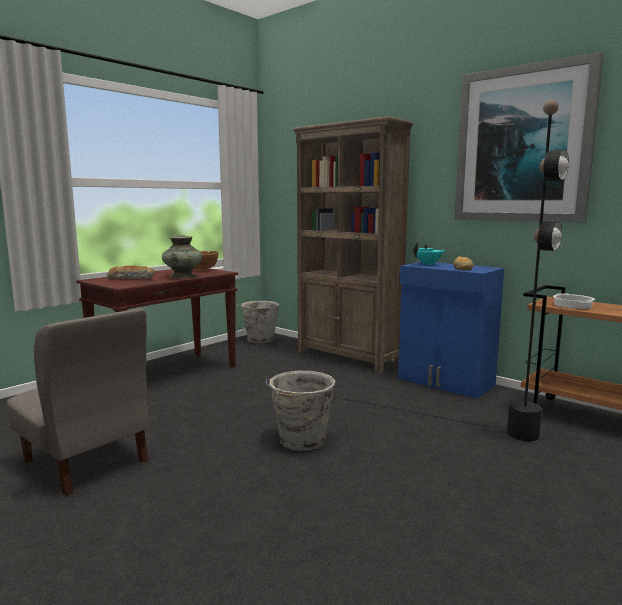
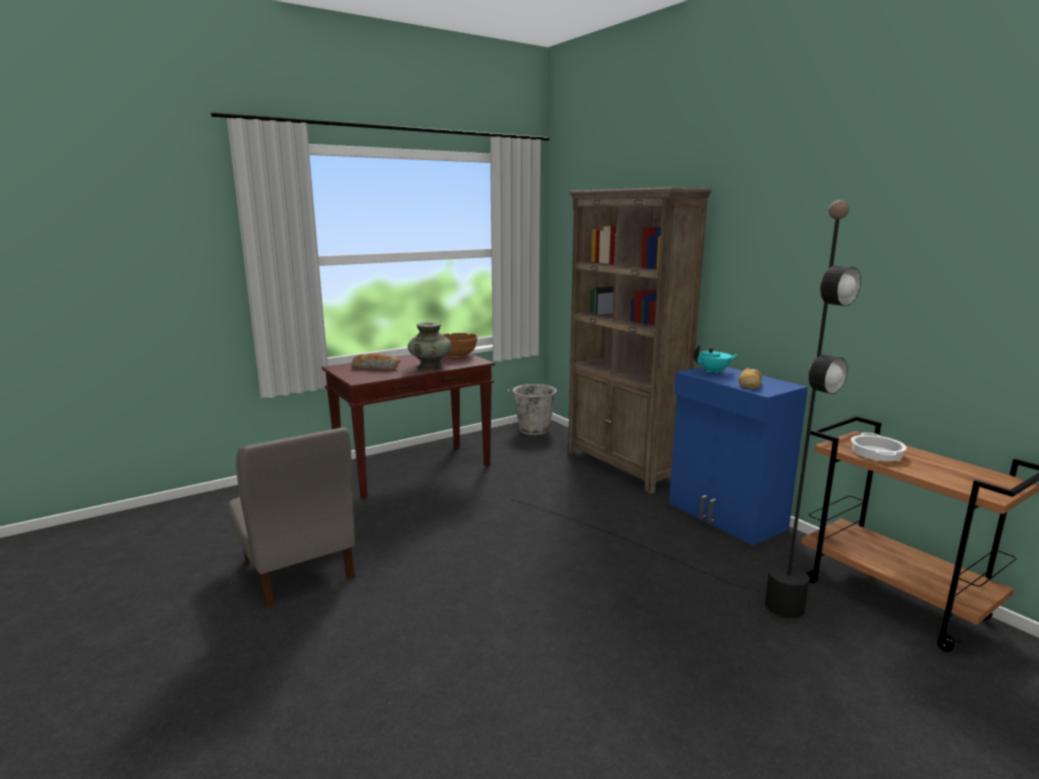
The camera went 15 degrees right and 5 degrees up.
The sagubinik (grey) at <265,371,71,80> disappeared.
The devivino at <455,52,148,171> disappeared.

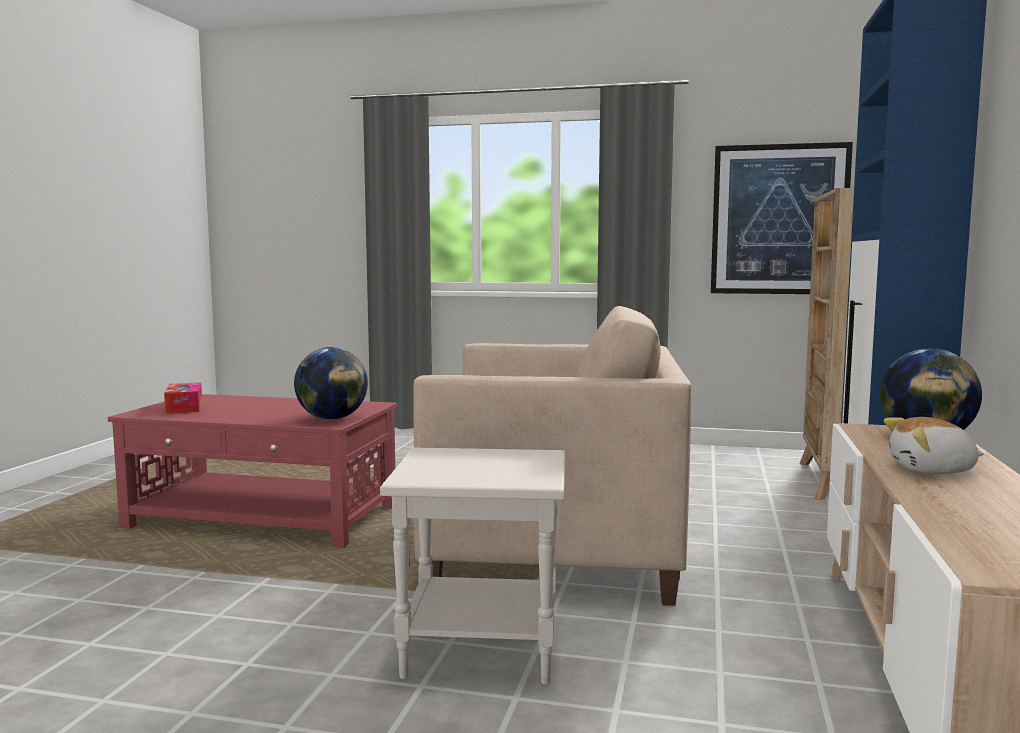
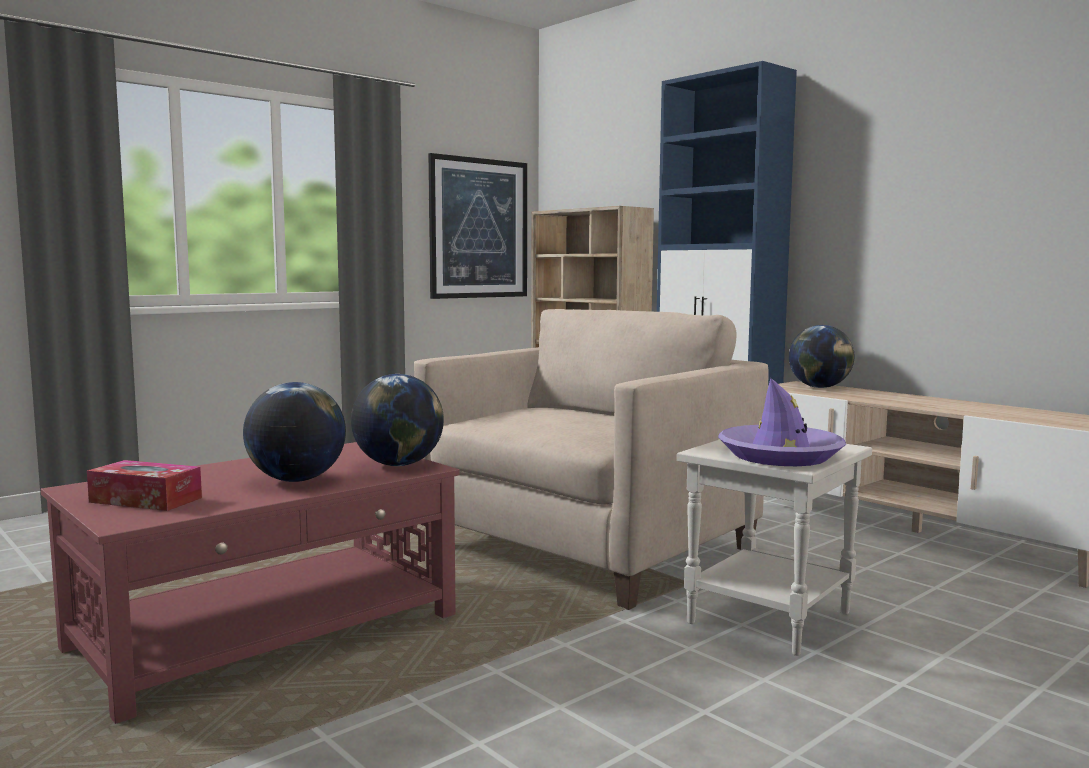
The camera went 55 degrees left and 0 degrees up.
The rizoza at <243,382,103,100> appeared.
The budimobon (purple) at <718,378,128,88> appeared.
The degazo at <884,417,100,57> disappeared.

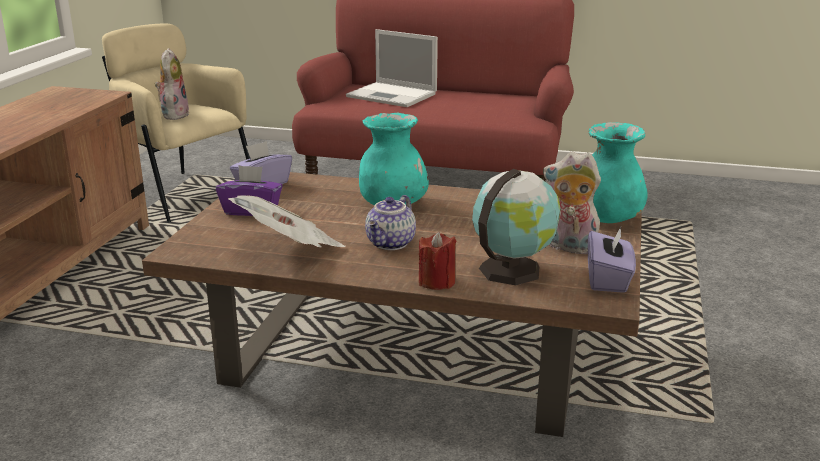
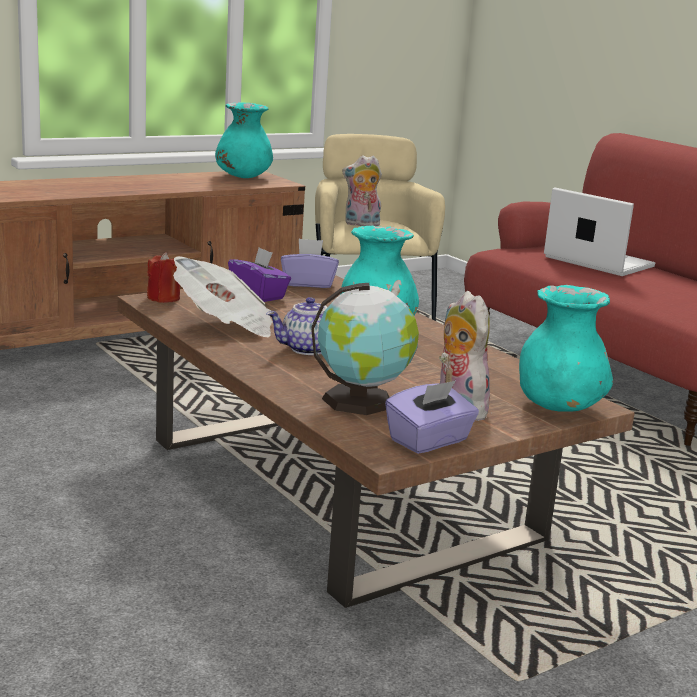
The camera went 40 degrees right and 5 degrees down.
The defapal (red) moved from <419,232,38,58> to <147,252,33,51>.
The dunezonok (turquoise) at <215,102,58,76> appeared.
The degazo at <155,48,34,72> turned 135 degrees counterclockwise.
The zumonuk at <346,29,92,78> turned 150 degrees clockwise.

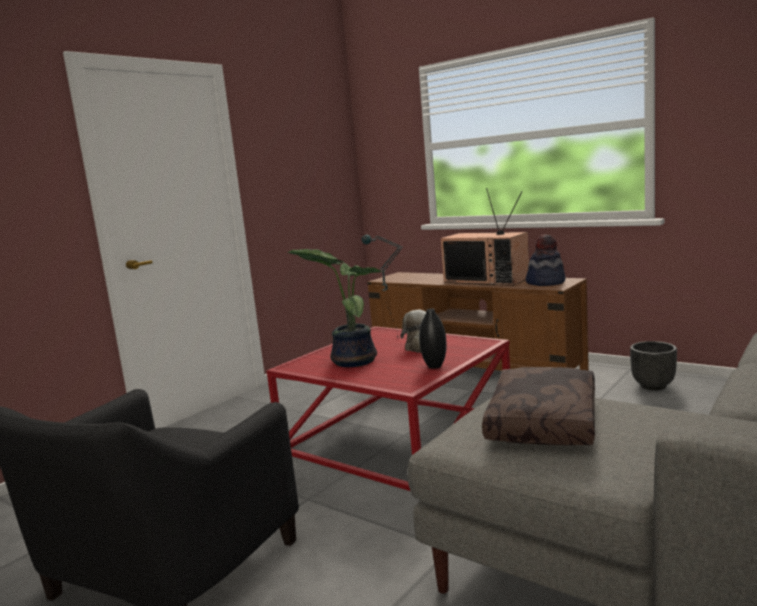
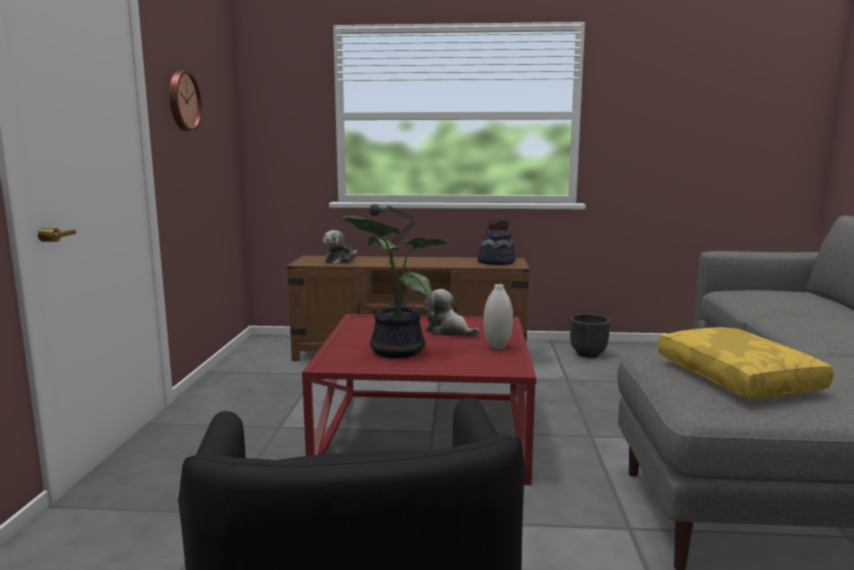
The camera went 35 degrees left and 0 degrees up.
The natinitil at <169,71,33,60> appeared.
The degazo at <323,230,35,34> appeared.
The dunezonok (black) at <419,309,28,60> became the dunezonok (white) at <484,284,29,65>.
The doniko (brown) at <482,367,113,79> became the doniko (yellow) at <658,327,176,71>.
The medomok at <441,188,88,98> disappeared.

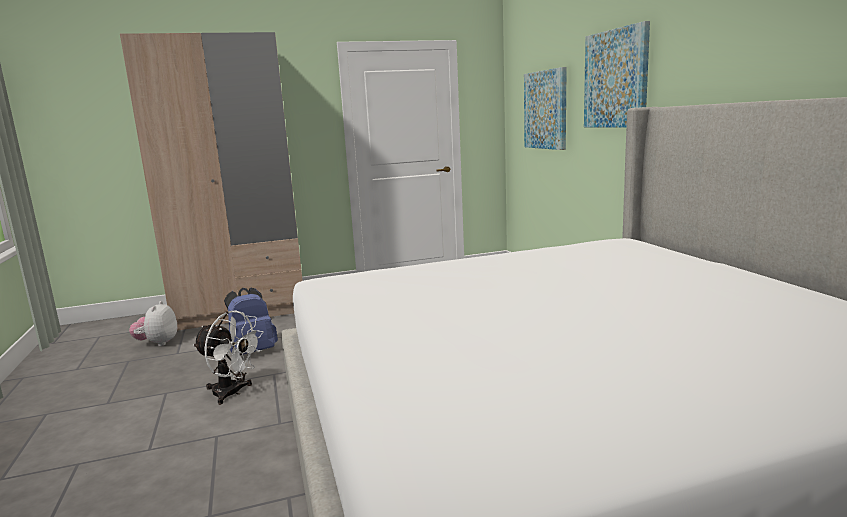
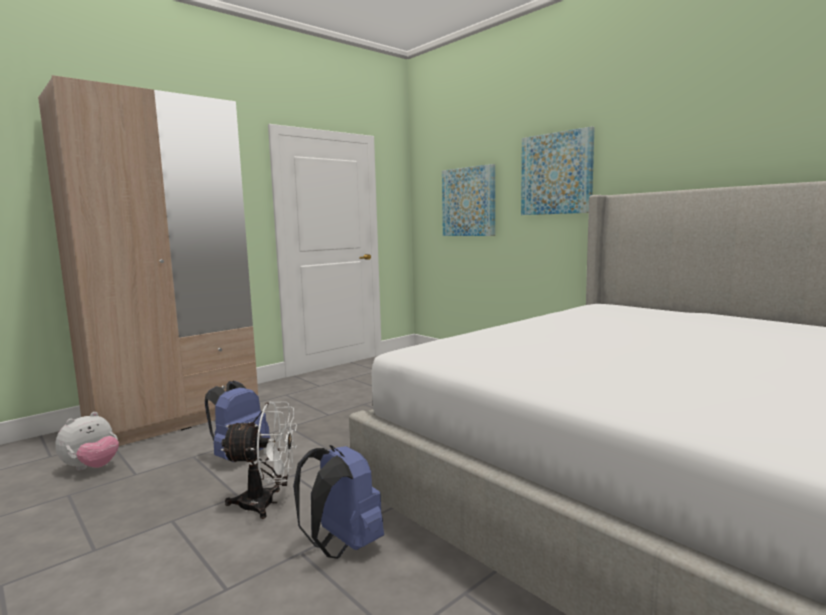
The camera went 25 degrees left and 5 degrees down.
The degazo at <129,301,48,45> turned 120 degrees counterclockwise.
The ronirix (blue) at <293,445,91,114> appeared.

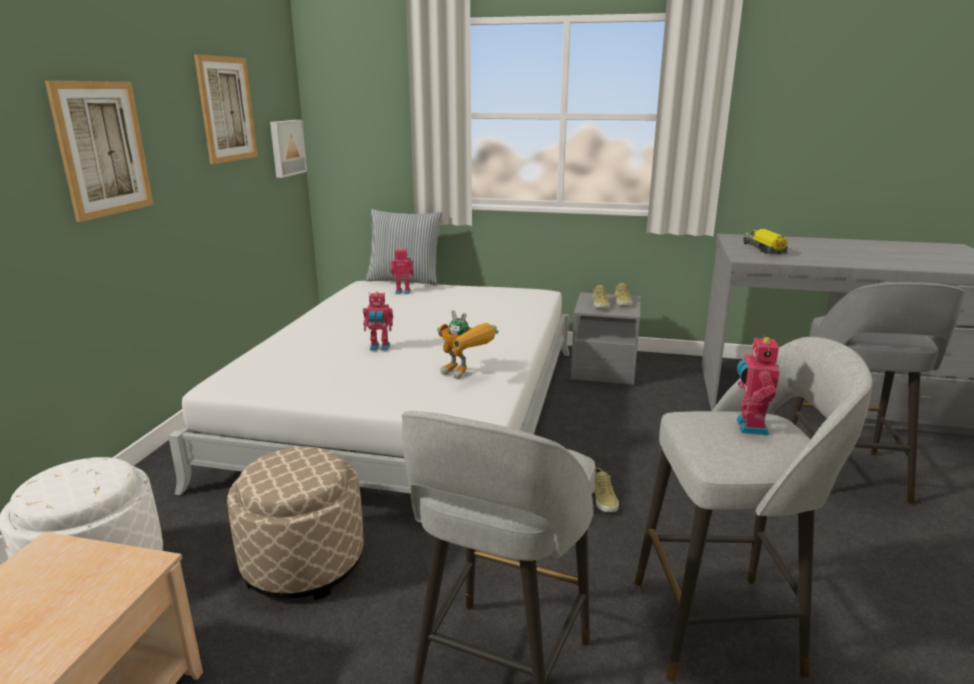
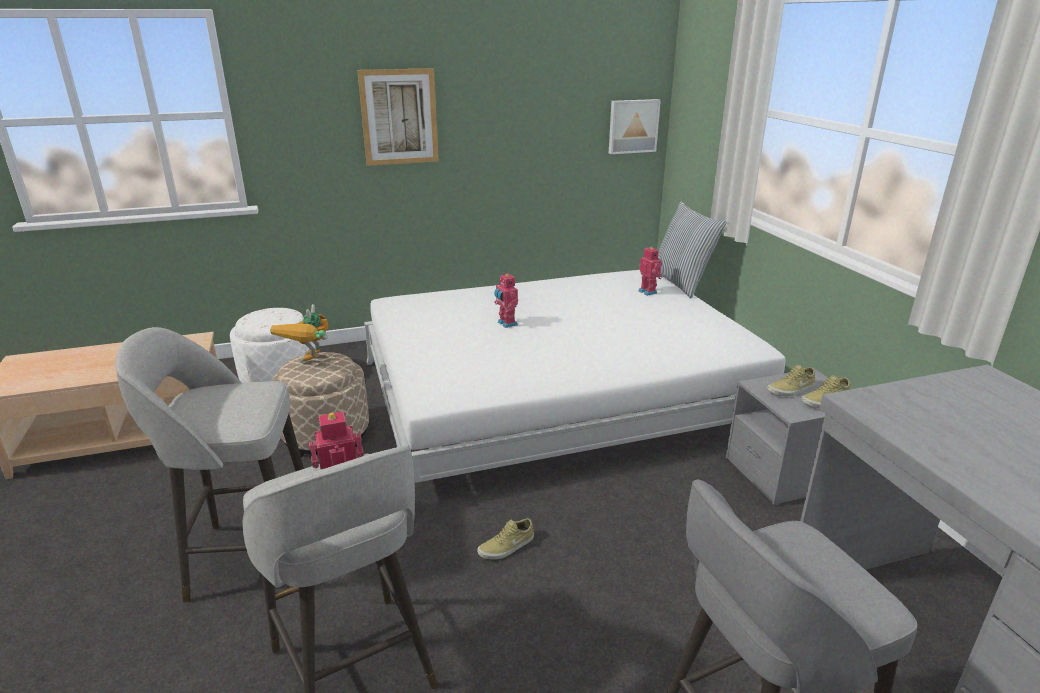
The camera went 60 degrees right and 5 degrees up.
The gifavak moved from <437,310,62,69> to <270,304,59,59>.
The devivino at <194,54,64,110> disappeared.
The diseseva at <743,229,45,25> disappeared.

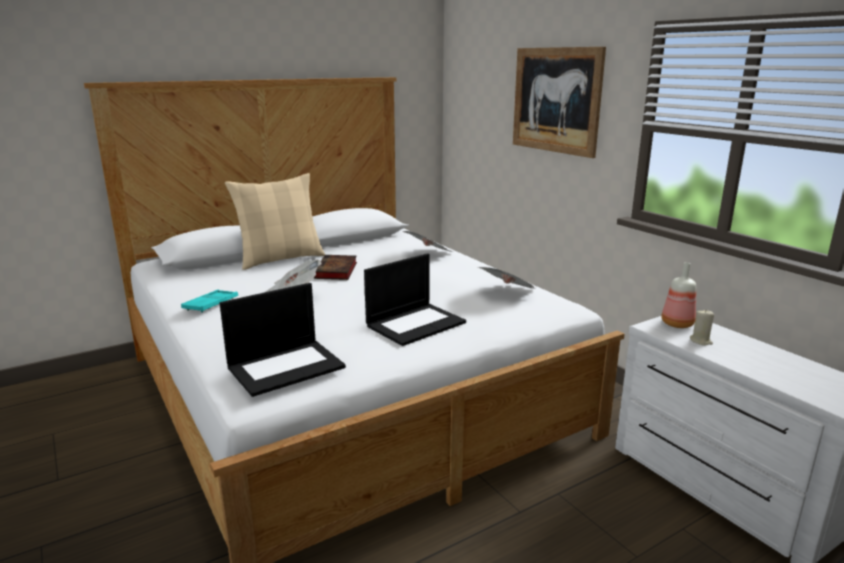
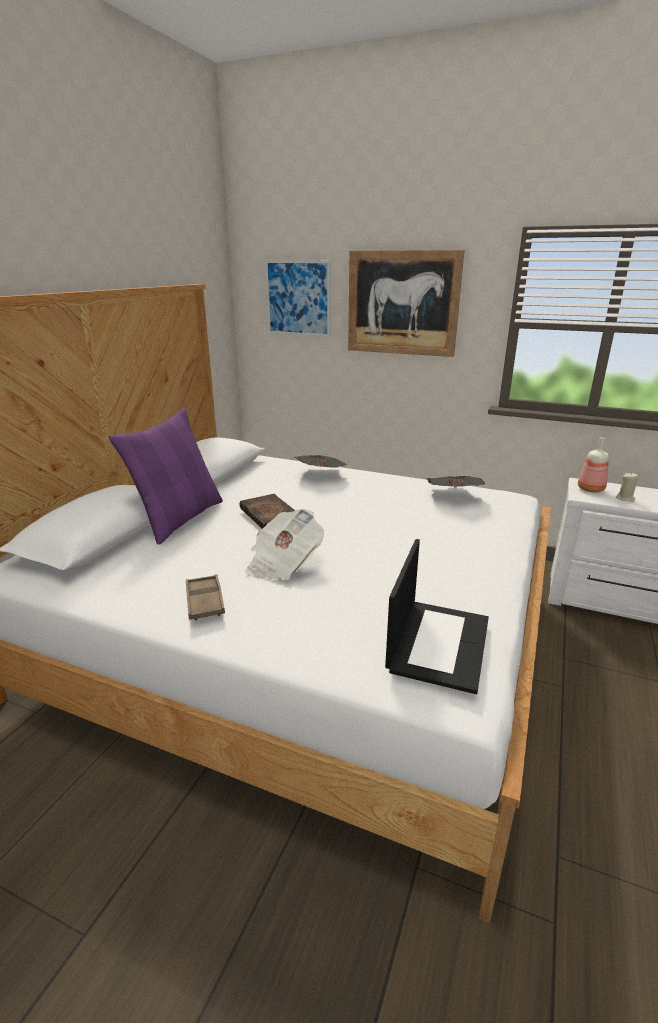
The camera went 35 degrees left and 5 degrees up.
The doniko (beige) at <225,173,100,97> became the doniko (purple) at <109,408,114,137>.
The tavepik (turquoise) at <181,290,57,23> became the tavepik (brown) at <186,574,39,46>.
The devivino at <265,260,65,77> appeared.
The zumonuk at <364,253,102,93> disappeared.

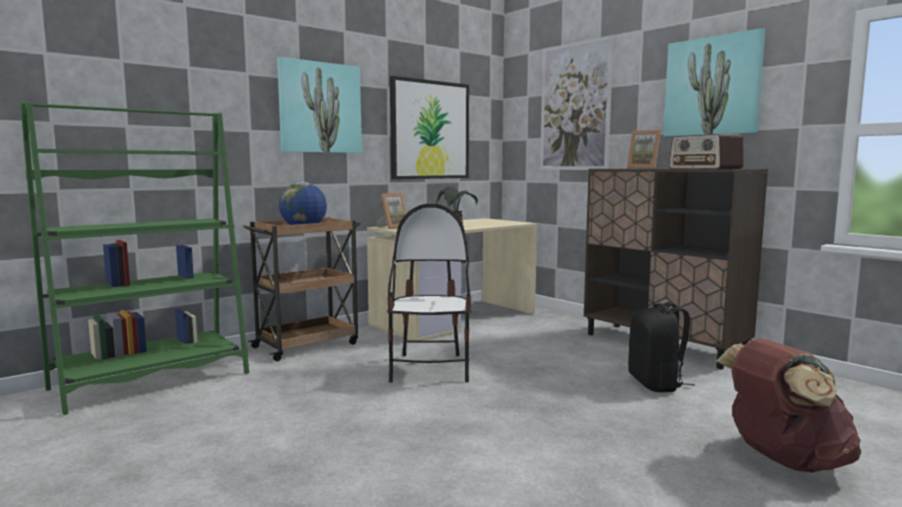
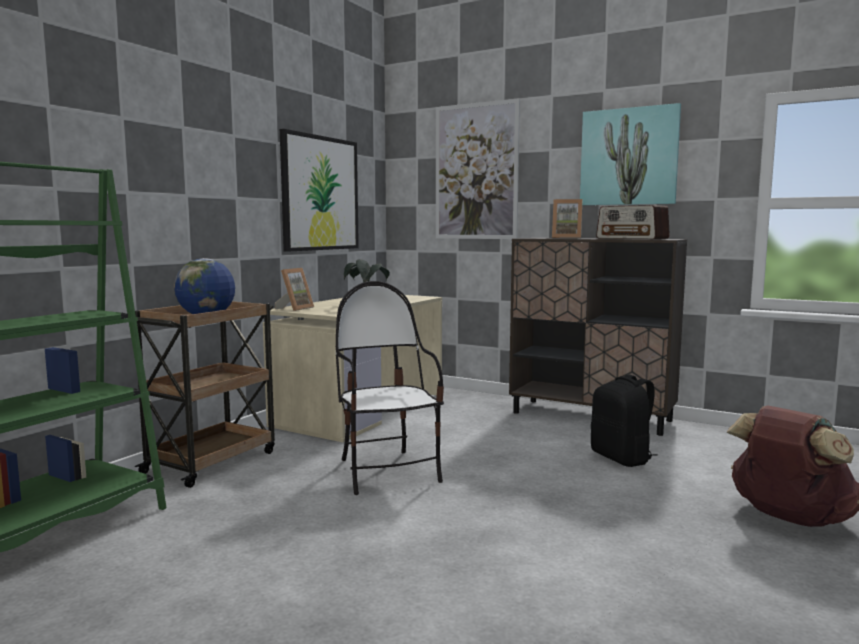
The camera went 20 degrees left and 0 degrees up.
The devivino at <277,57,85,96> disappeared.

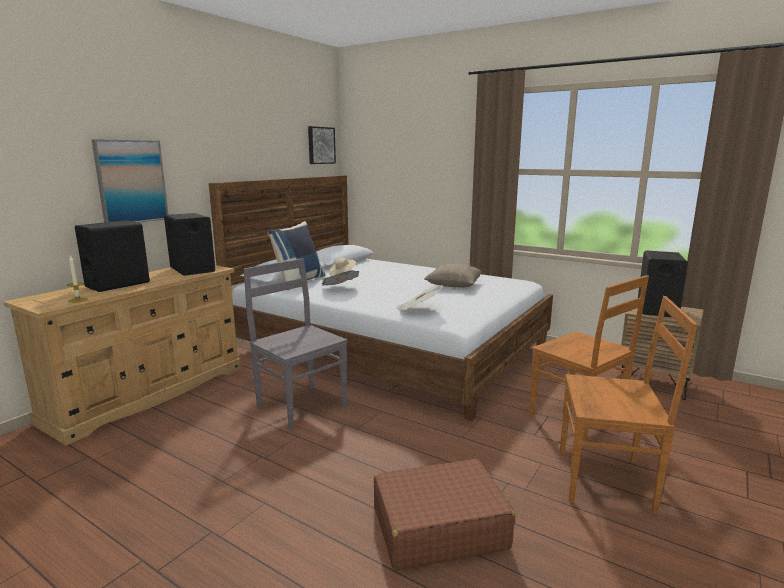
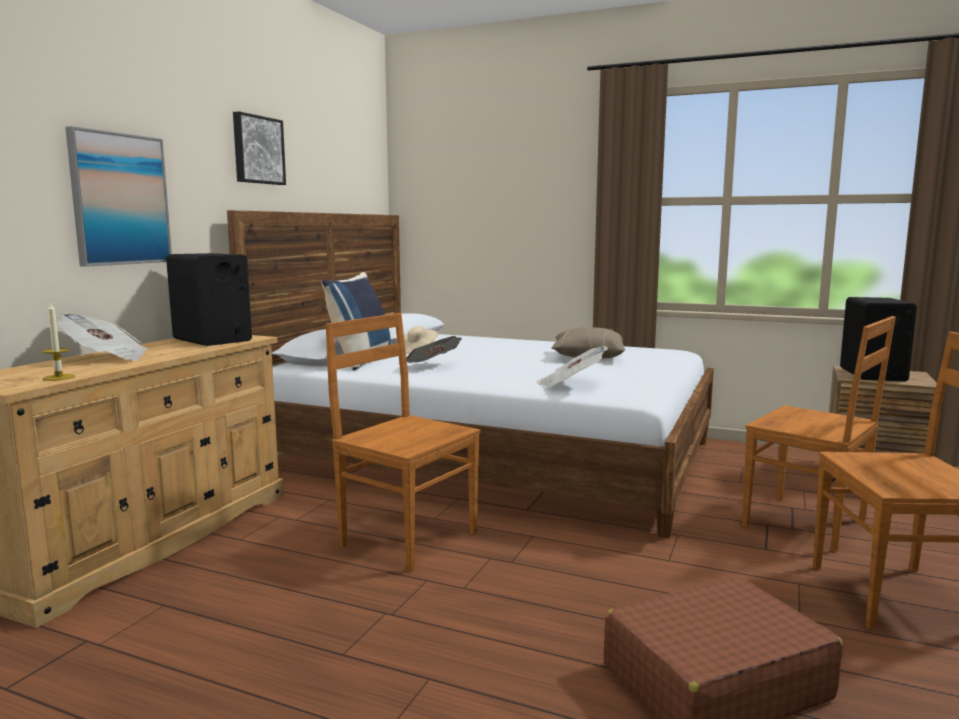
The camera went 10 degrees left and 5 degrees down.
The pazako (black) at <75,220,75,72> was replaced by the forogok at <57,313,91,48>.
The devivino moved from <308,126,28,38> to <233,111,53,74>.
The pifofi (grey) at <244,258,104,172> became the pifofi (brown) at <325,313,156,259>.

